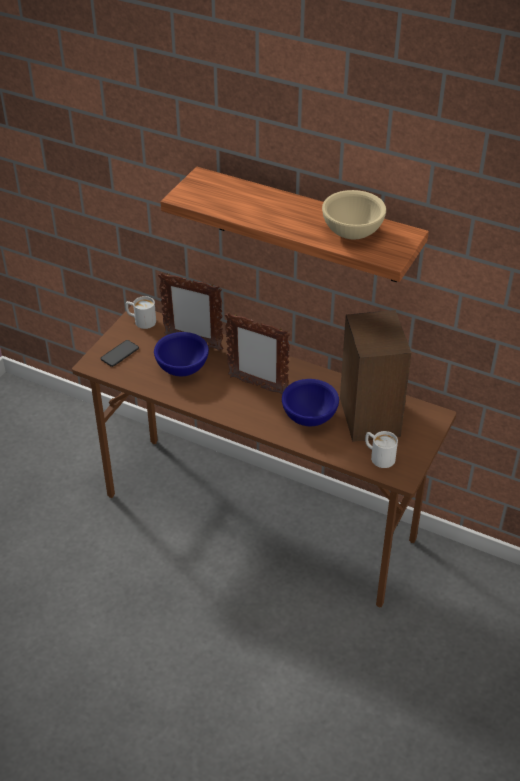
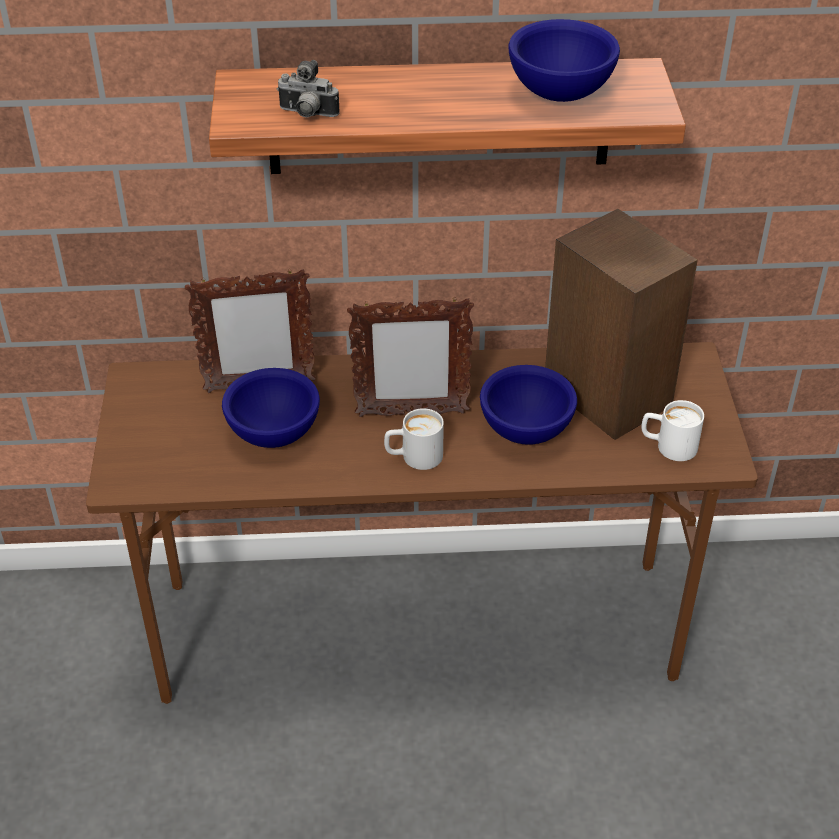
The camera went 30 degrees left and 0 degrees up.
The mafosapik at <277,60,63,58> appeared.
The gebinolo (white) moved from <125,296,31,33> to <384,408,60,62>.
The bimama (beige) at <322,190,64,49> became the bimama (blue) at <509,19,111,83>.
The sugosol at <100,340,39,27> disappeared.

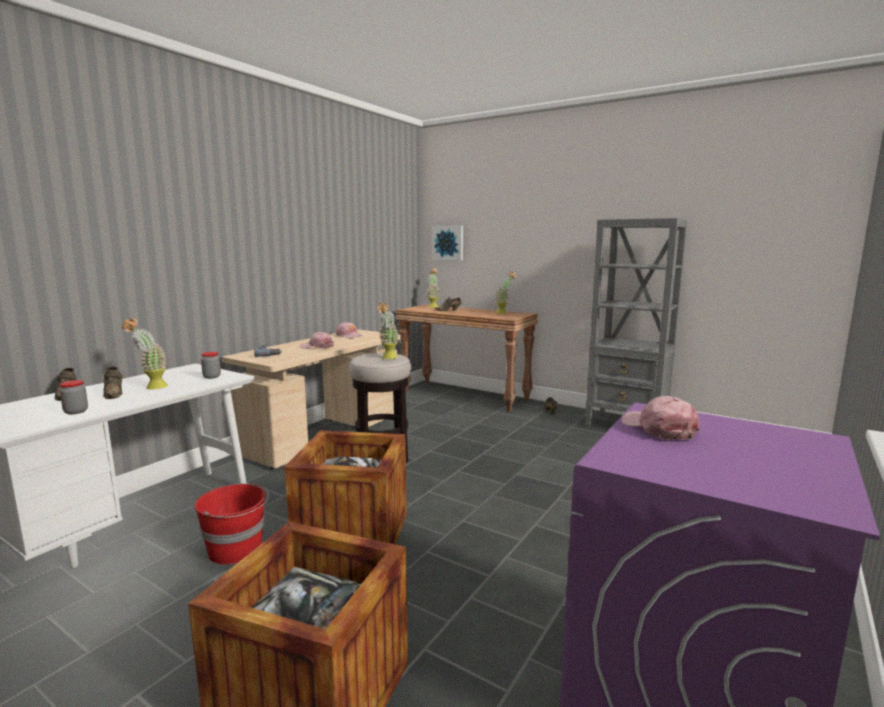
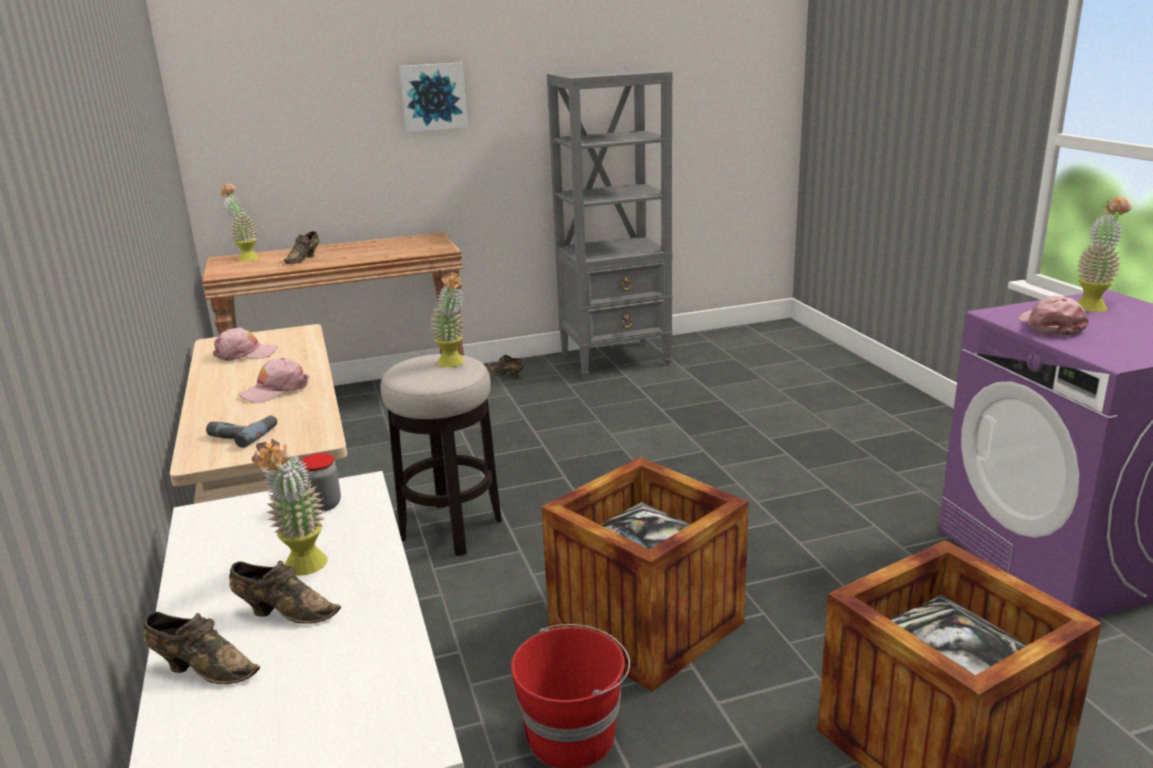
The camera went 50 degrees left and 10 degrees up.
The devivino moved from <433,226,30,34> to <399,62,69,70>.
The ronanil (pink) at <621,396,78,44> turned 75 degrees clockwise.
The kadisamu moved from <496,271,20,43> to <1076,197,55,115>.
The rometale at <60,380,28,34> disappeared.

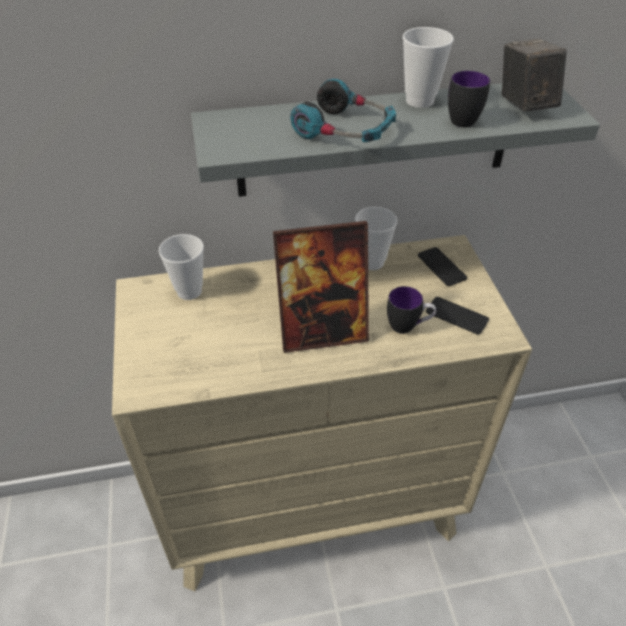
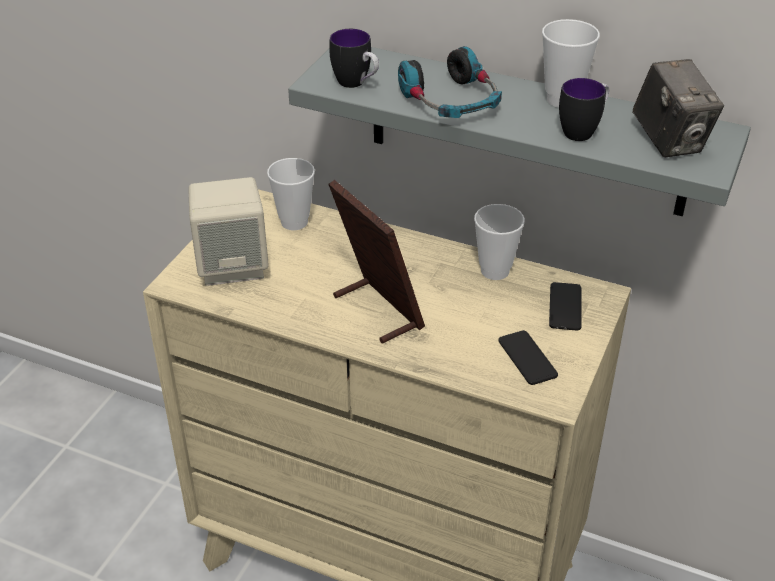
The camera went 35 degrees right and 5 degrees down.
The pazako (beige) at <188,177,81,109> appeared.
The gebinolo moved from <387,286,49,48> to <329,29,50,59>.
The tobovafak at <273,221,96,132> turned 150 degrees counterclockwise.
The mafosapik at <502,39,65,72> turned 135 degrees clockwise.

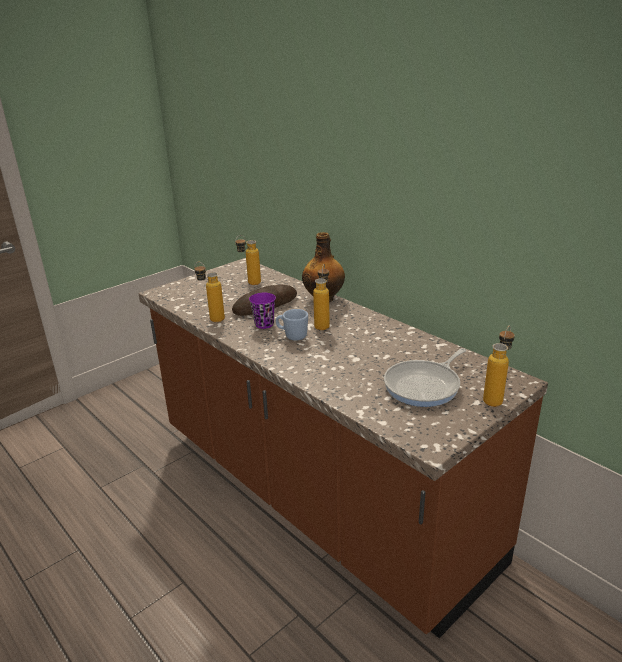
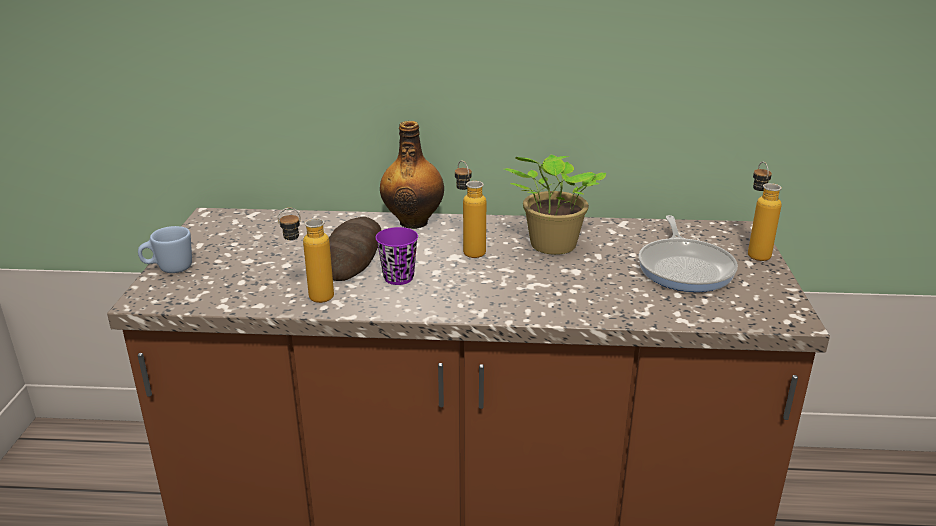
The camera went 45 degrees left and 0 degrees up.
The gebinolo (blue) moved from <276,309,32,32> to <138,226,54,47>.
The kadisamu at <504,155,102,100> appeared.
The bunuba at <235,235,26,50> disappeared.

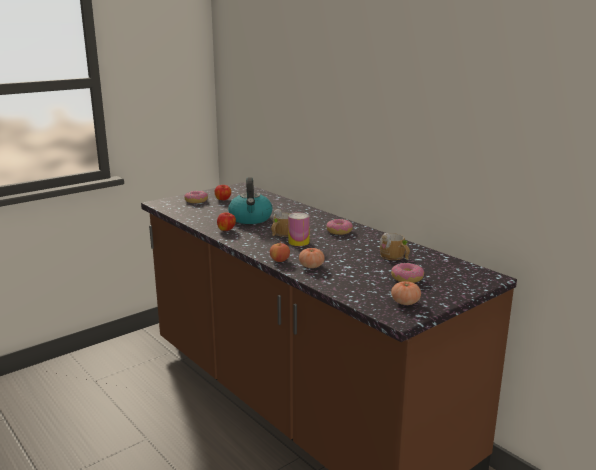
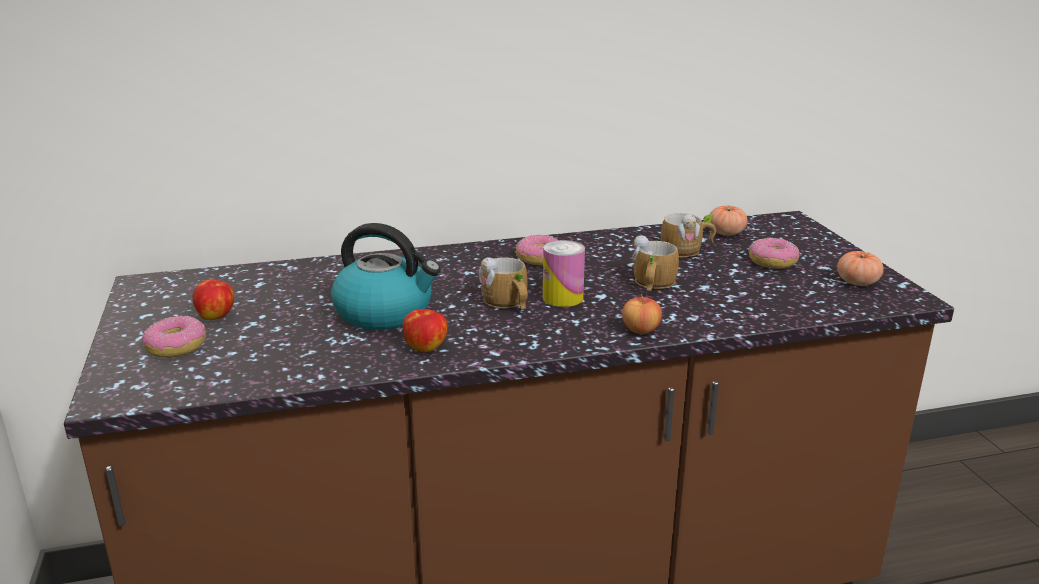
The camera went 65 degrees left and 5 degrees up.
The gebinolo at <632,235,47,56> appeared.
The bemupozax moved from <299,248,26,20> to <709,205,39,31>.

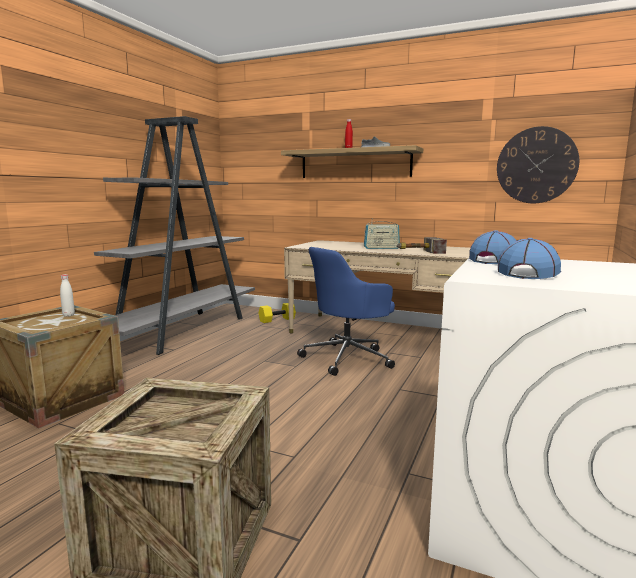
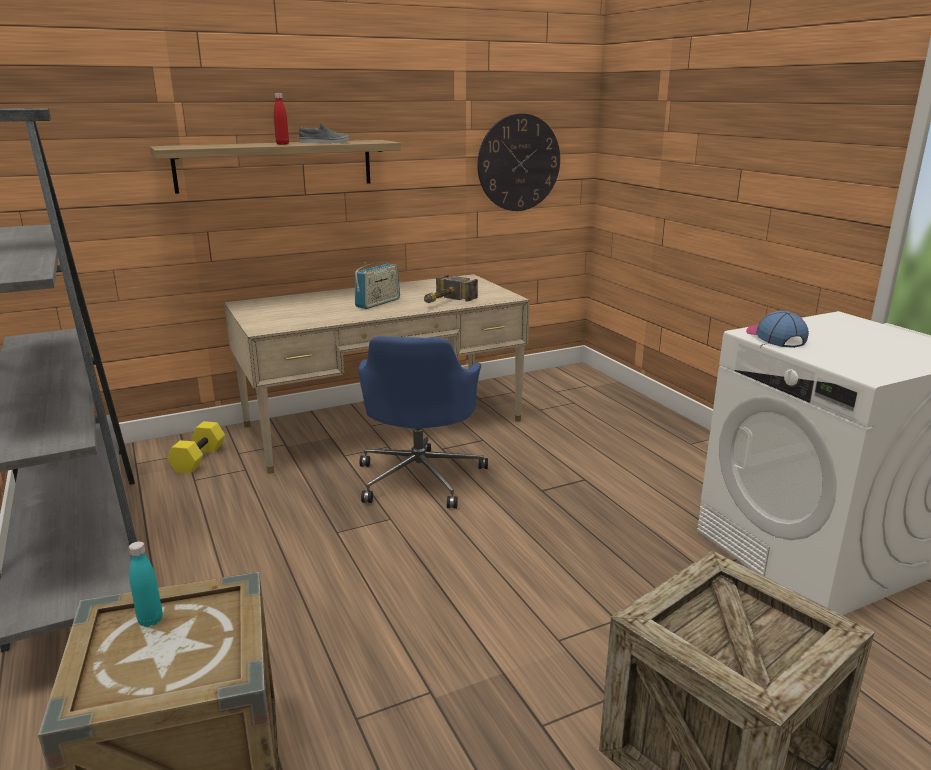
The camera went 50 degrees left and 10 degrees up.
The bunuba (white) at <60,274,15,43> became the bunuba (turquoise) at <129,541,34,86>.
The ronanil at <498,238,63,41> disappeared.

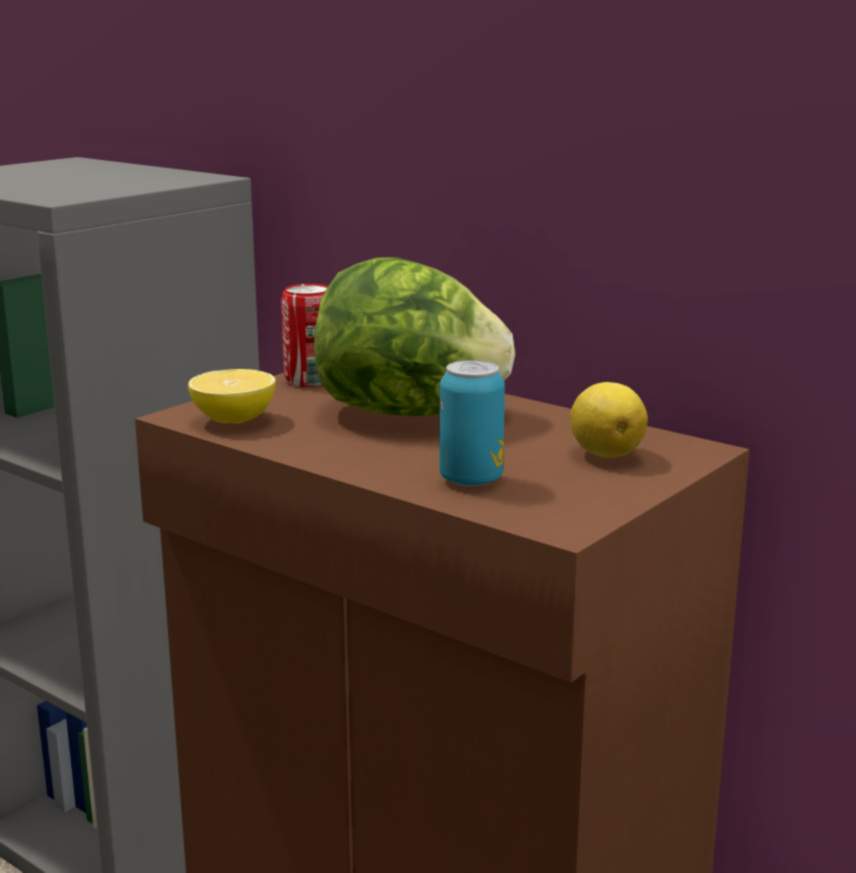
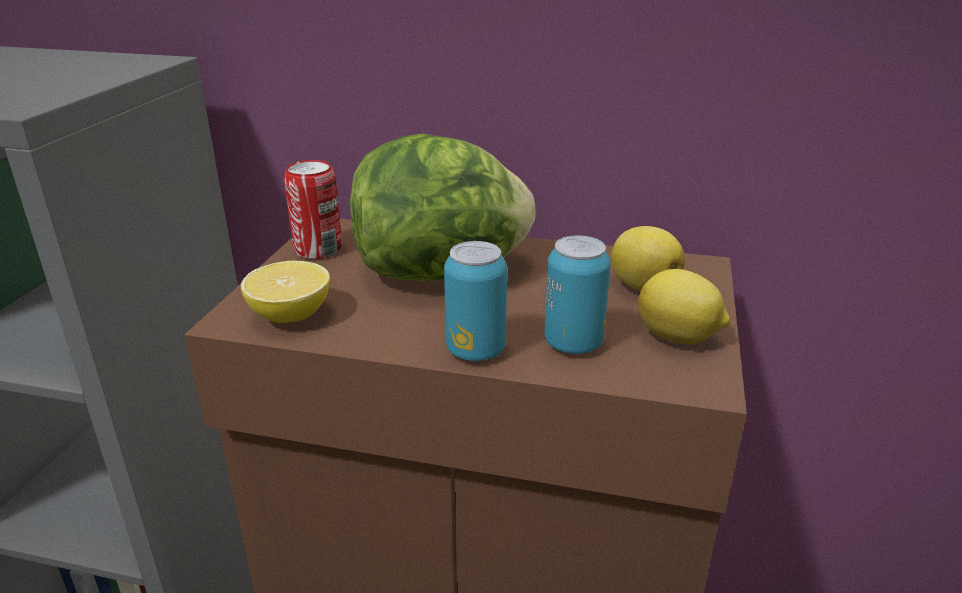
The camera went 25 degrees left and 10 degrees up.
The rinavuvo at <444,241,63,120> appeared.
The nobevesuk at <638,269,92,75> appeared.

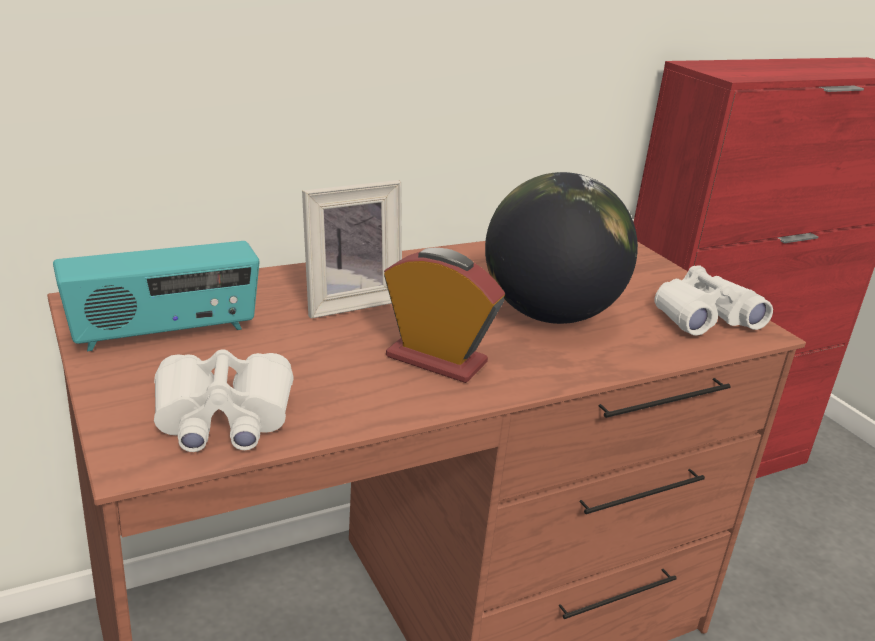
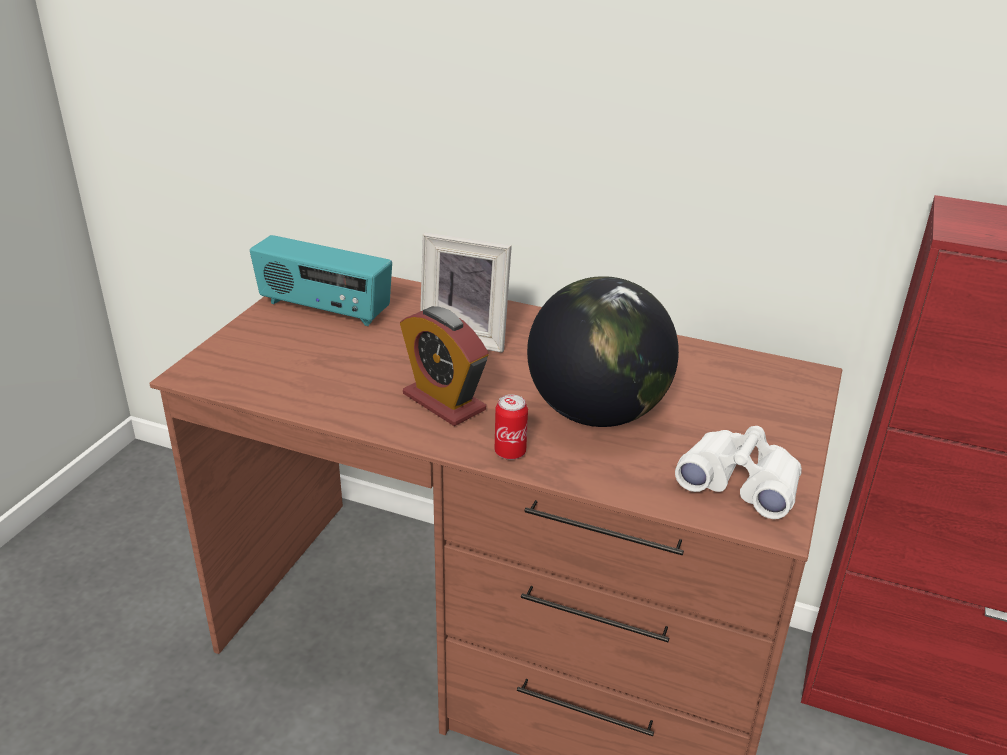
The camera went 50 degrees right and 5 degrees up.
The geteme at <384,248,121,135> turned 150 degrees clockwise.
The rinavuvo at <495,394,33,66> appeared.
The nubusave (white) at <154,349,140,103> disappeared.

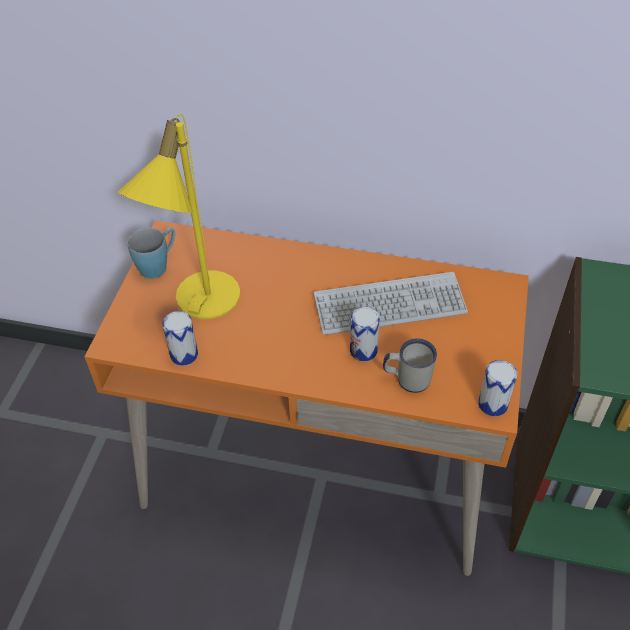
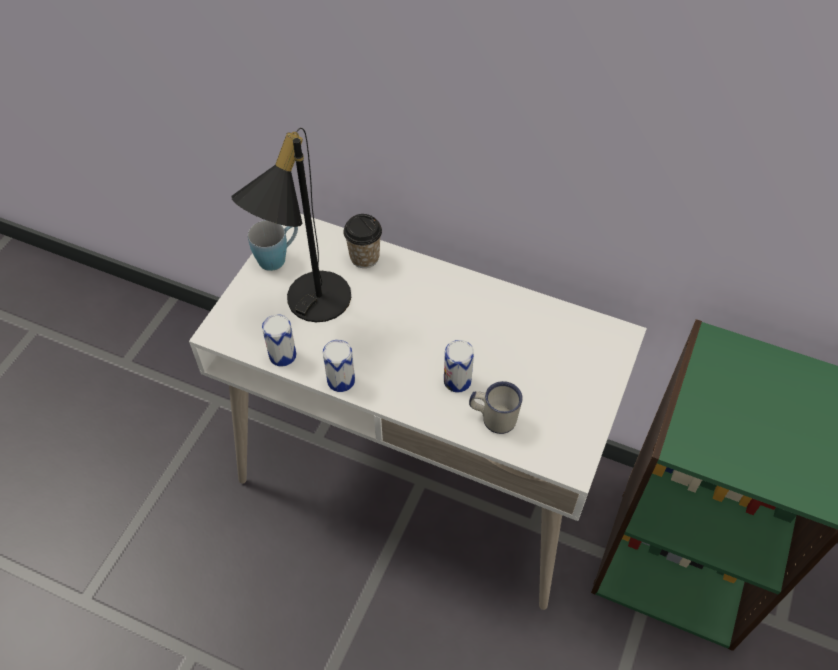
The camera went 10 degrees right and 5 degrees up.
The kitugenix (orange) at <84,220,445,356> became the kitugenix (white) at <189,214,458,396>.
The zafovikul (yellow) at <118,114,122,205> became the zafovikul (black) at <231,128,120,195>.
The rinavuvo moved from <478,360,39,56> to <323,340,32,52>.
The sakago at <343,214,39,54> appeared.
The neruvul at <314,272,154,63> disappeared.

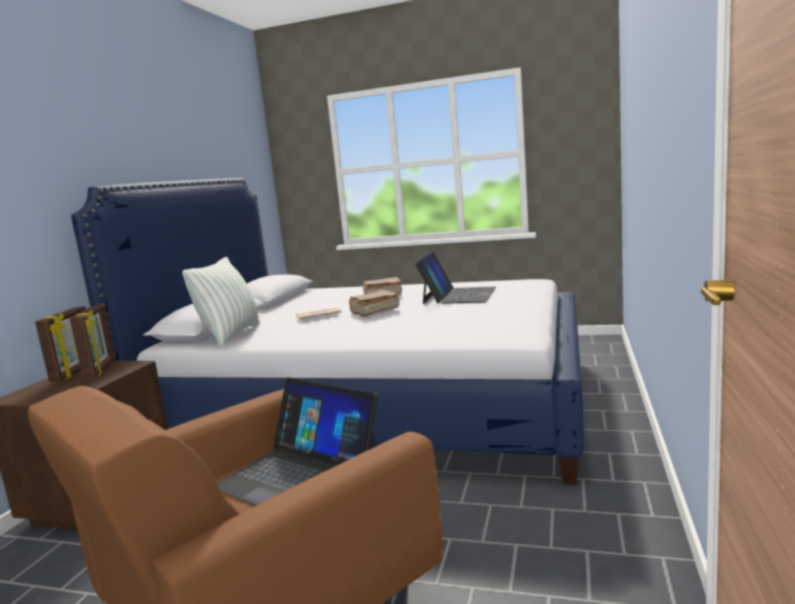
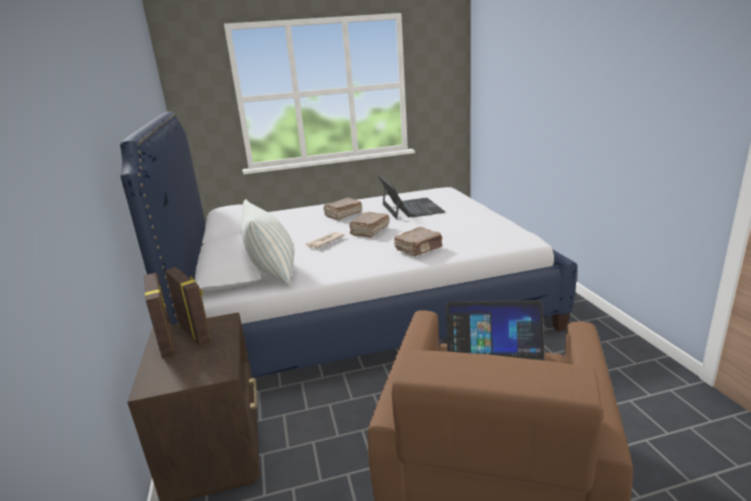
The camera went 30 degrees left and 10 degrees up.
The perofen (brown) at <394,227,49,29> appeared.

